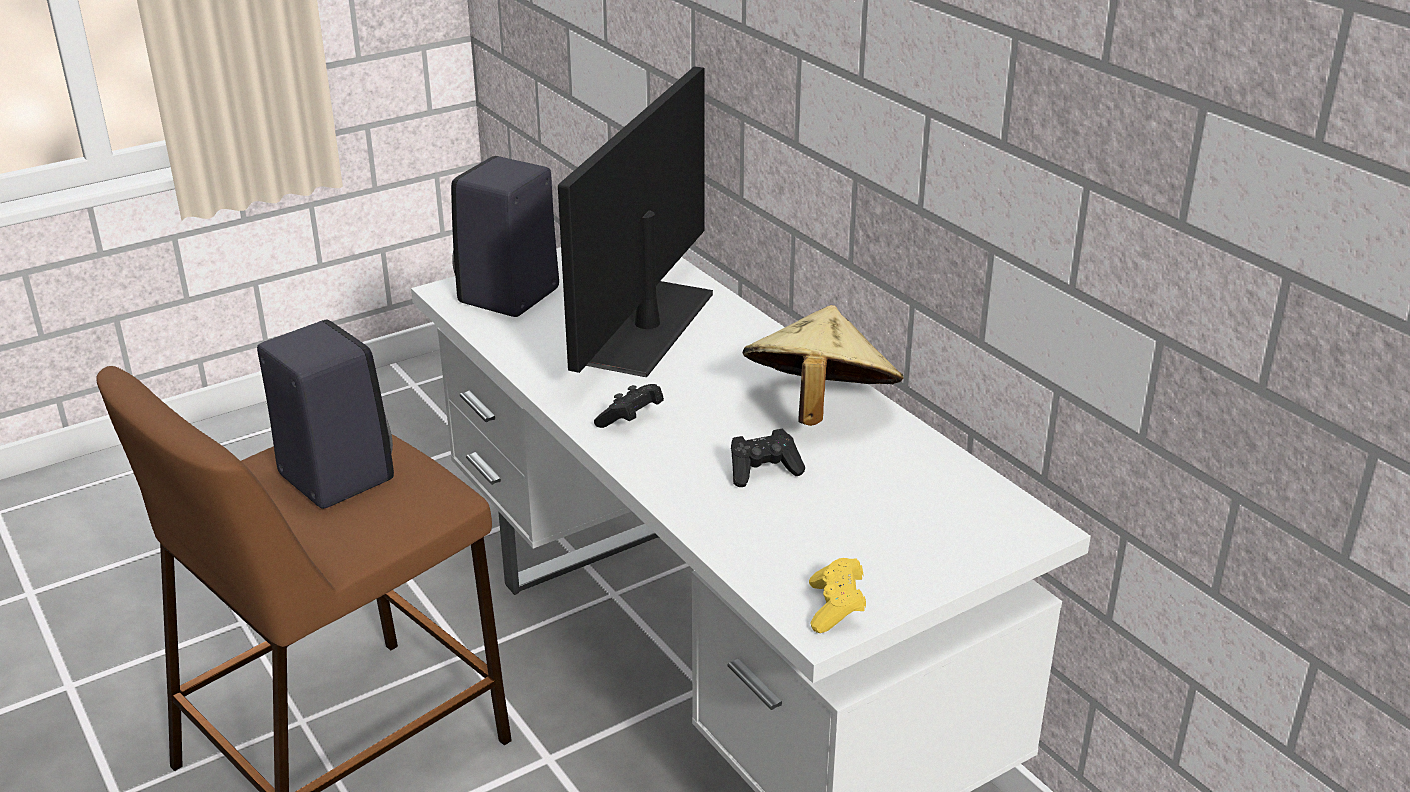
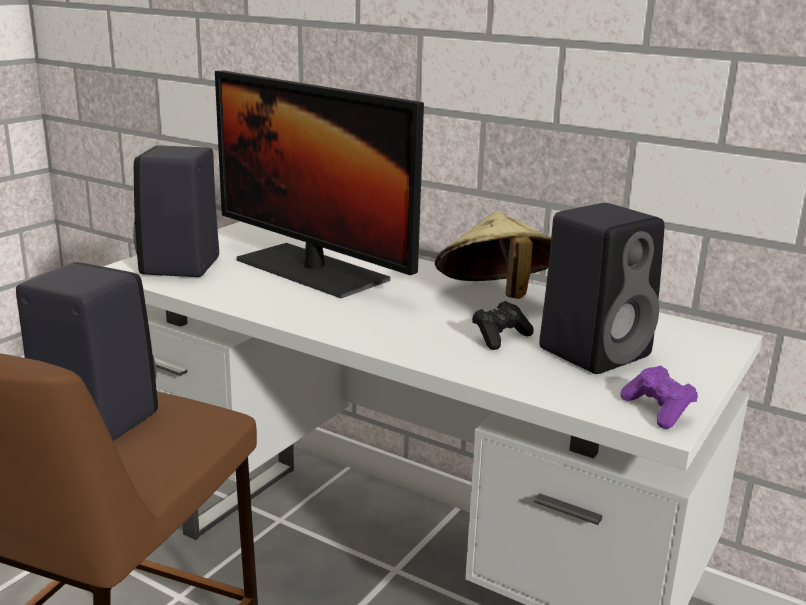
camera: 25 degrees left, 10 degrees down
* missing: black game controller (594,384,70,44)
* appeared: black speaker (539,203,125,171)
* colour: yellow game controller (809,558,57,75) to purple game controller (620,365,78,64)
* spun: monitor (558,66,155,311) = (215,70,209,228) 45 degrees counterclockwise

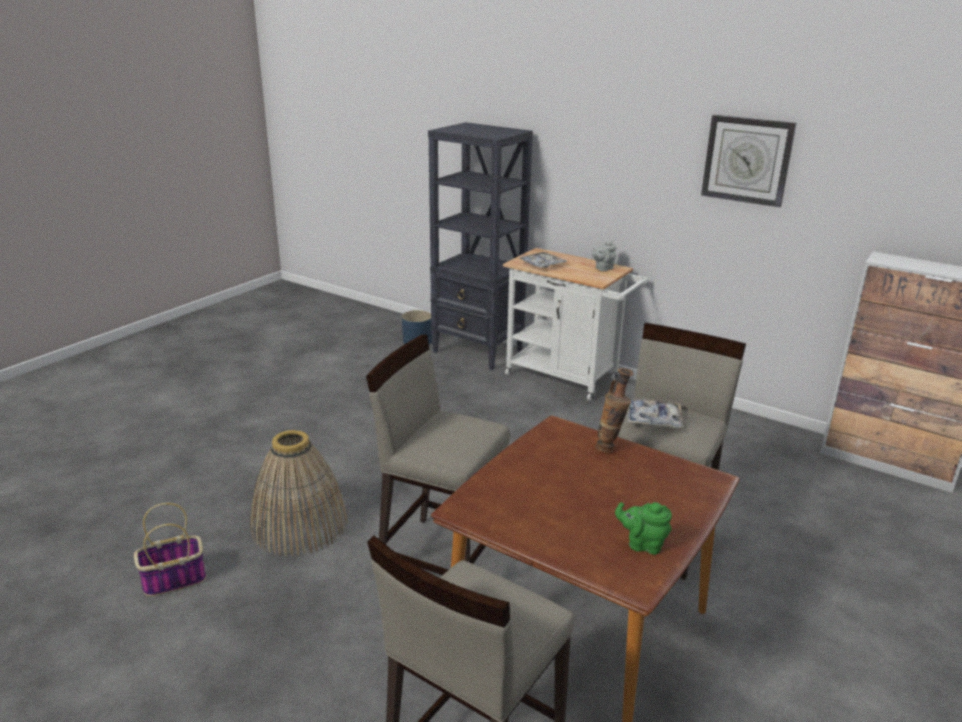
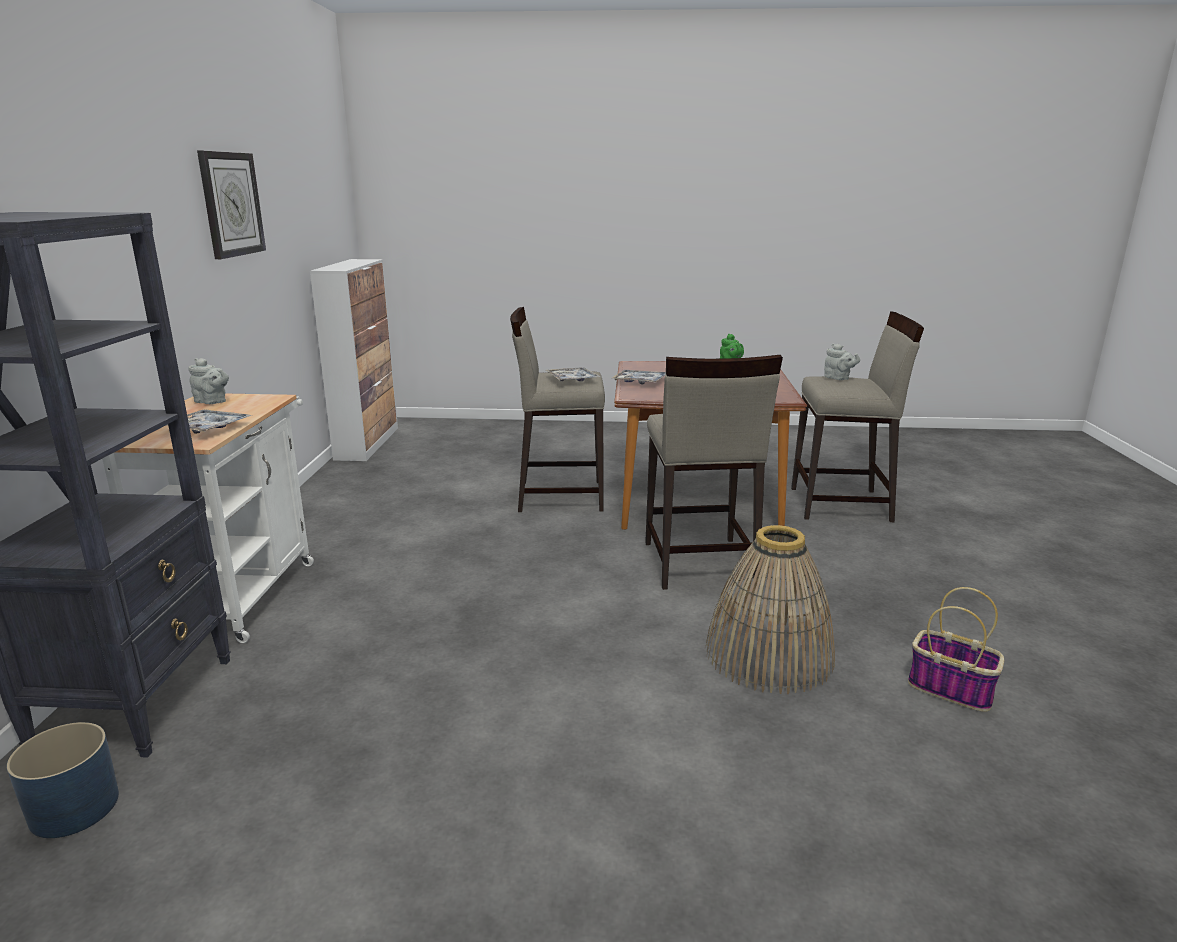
camera: 120 degrees left, 5 degrees down
* appeared: grey teapot (824,343,36,37)
* exchanged: vase (595,368,38,86) to tray (612,370,54,15)

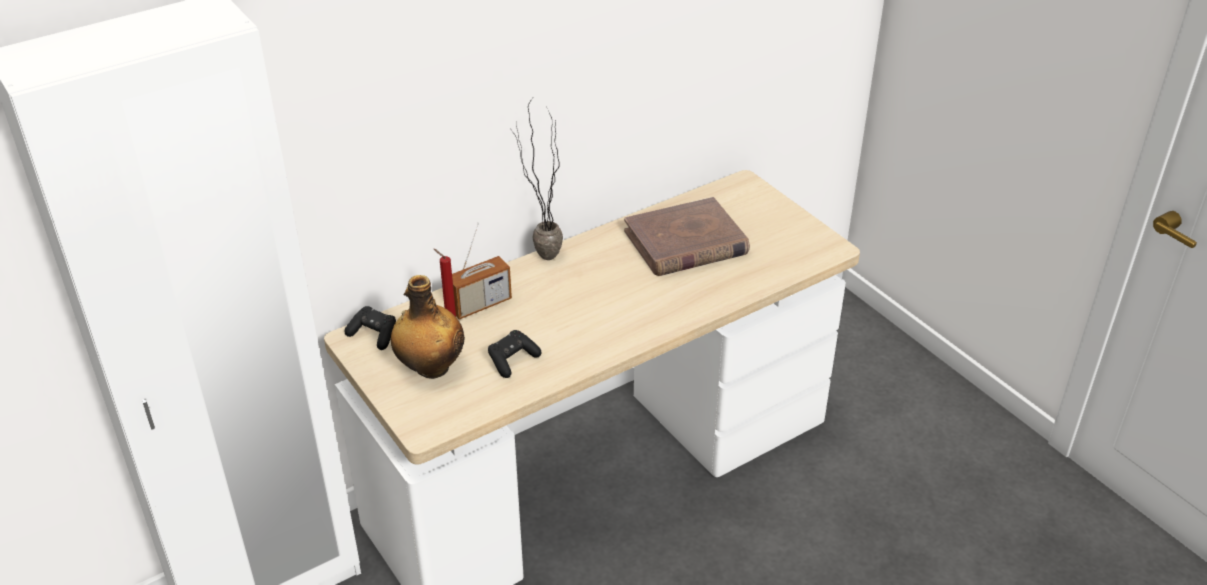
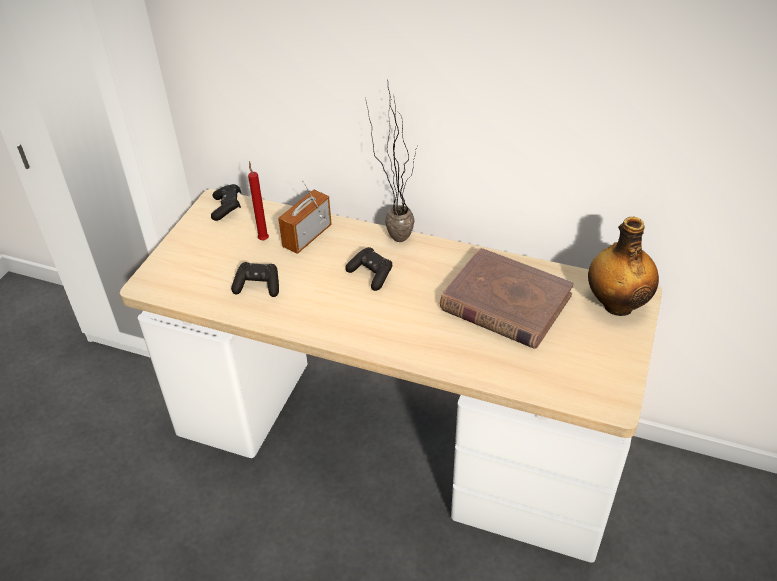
camera: 55 degrees right, 5 degrees up
* appeared: black game controller (345,247,48,44)
* relocated: bottle (391,275,74,104) to (588,217,71,99)
* spun: radio (452,223,60,97) = (278,181,54,73) 105 degrees clockwise

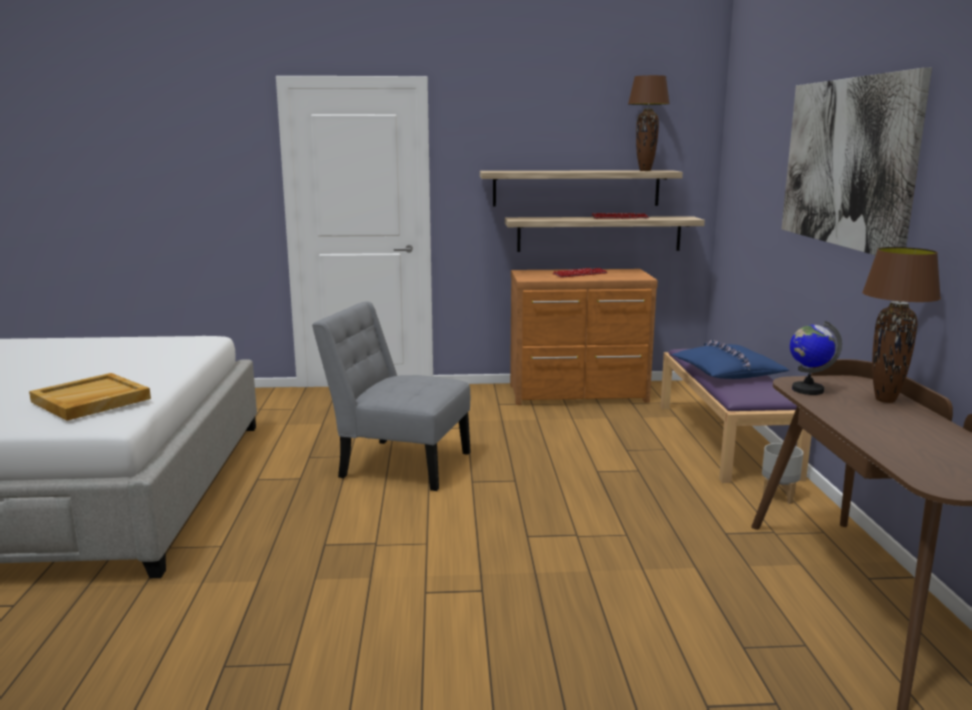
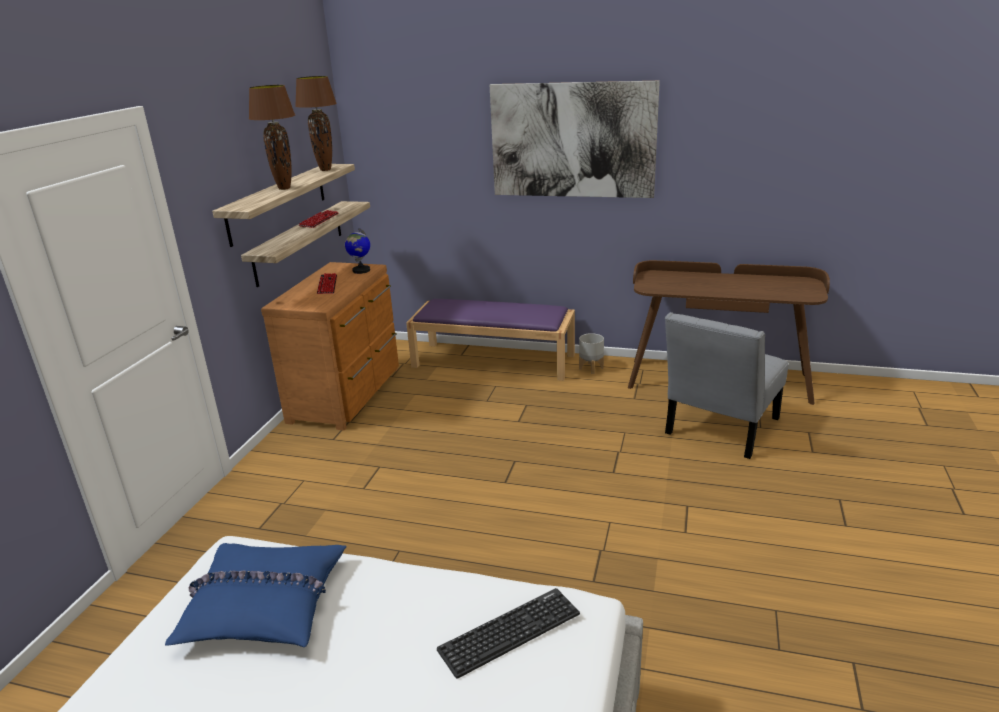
camera: 70 degrees left, 10 degrees up
* relocated: grey chair (312,302,159,189) to (665,312,123,147)
* relocated: blue pillow (672,340,118,39) to (165,543,182,104)
* relocated: globe (790,320,52,75) to (345,228,25,46)
* relocated: brown table lamp (862,247,79,156) to (249,85,46,105)
* exchanged: beige tray (29,373,122,48) to keyboard (437,588,143,91)

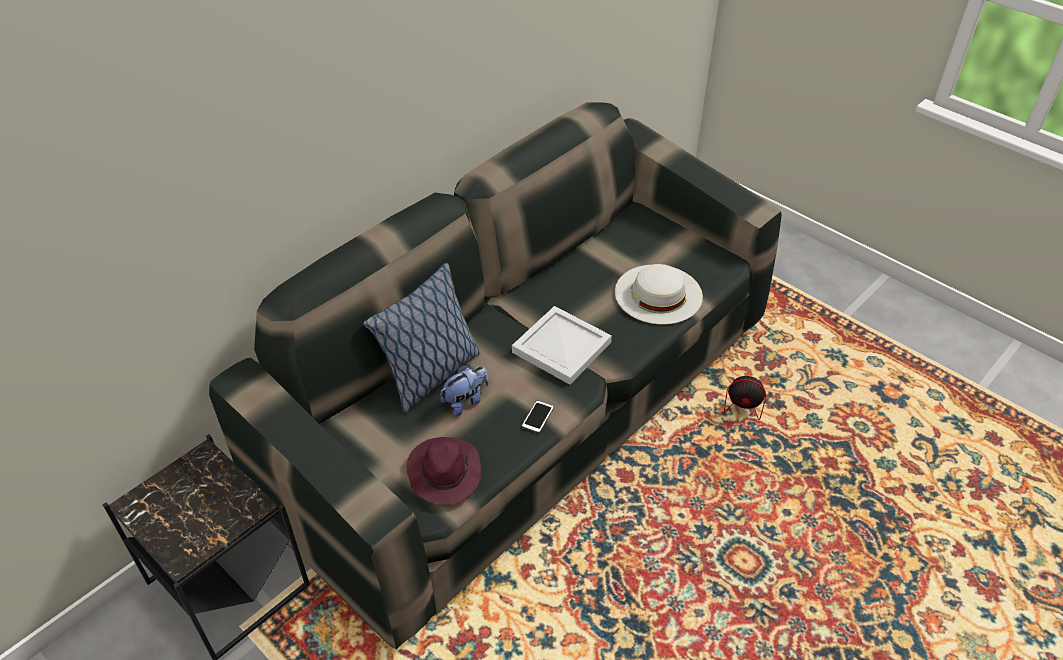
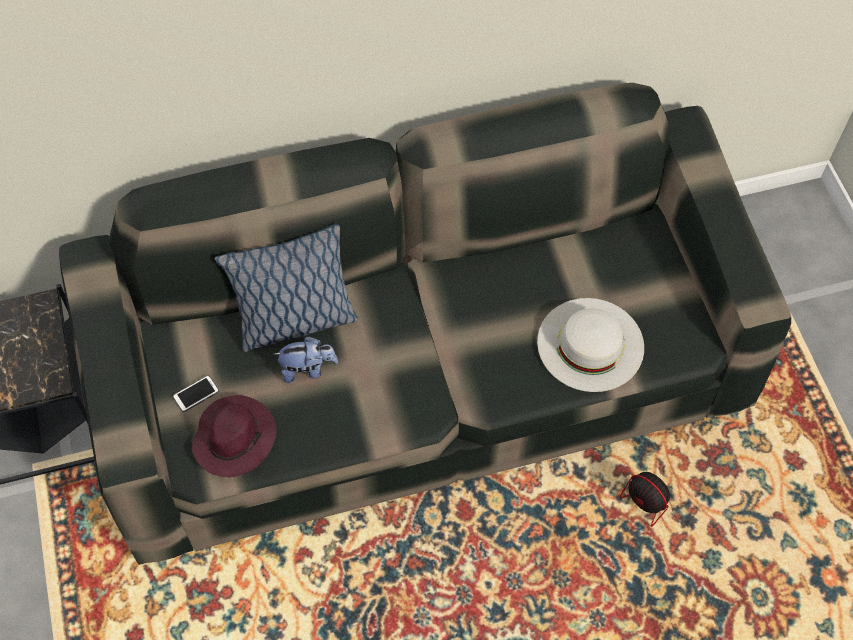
camera: 30 degrees right, 15 degrees up
* missing: white tray (512,306,100,79)
* relocated: phone (522,400,32,33) to (173,375,46,37)

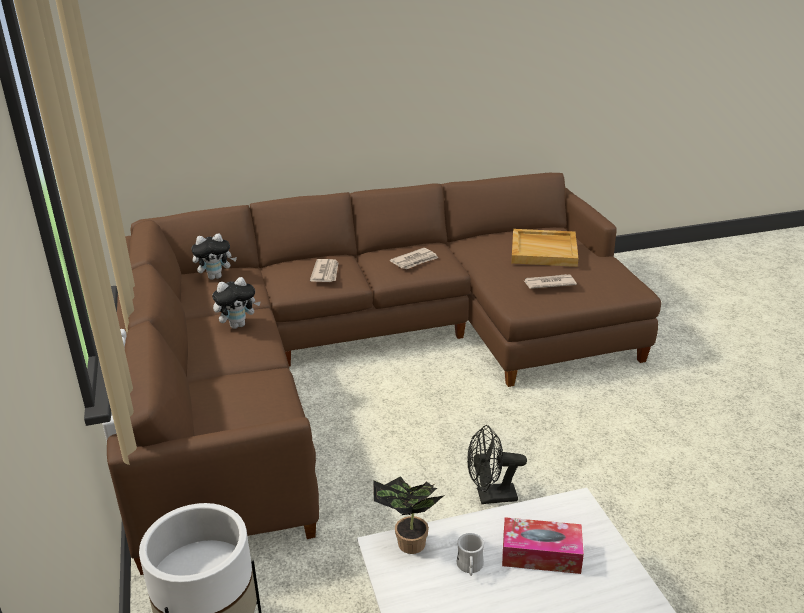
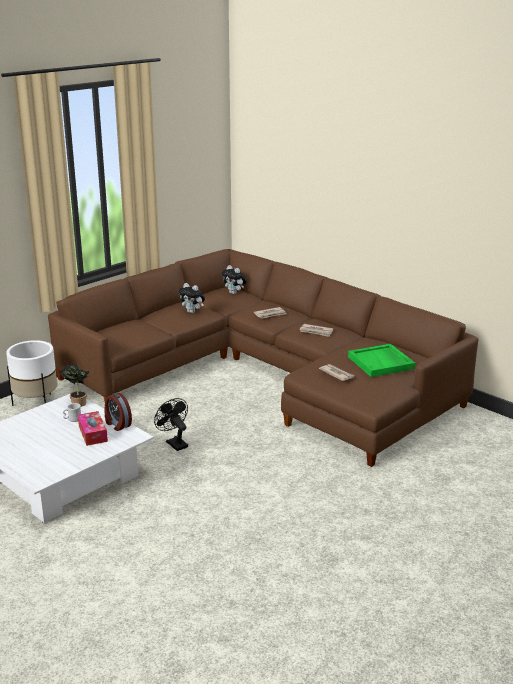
camera: 60 degrees right, 5 degrees down
* appeared: alarm clock (104,393,28,38)
* colour: beige tray (511,229,67,38) to green tray (348,344,67,33)

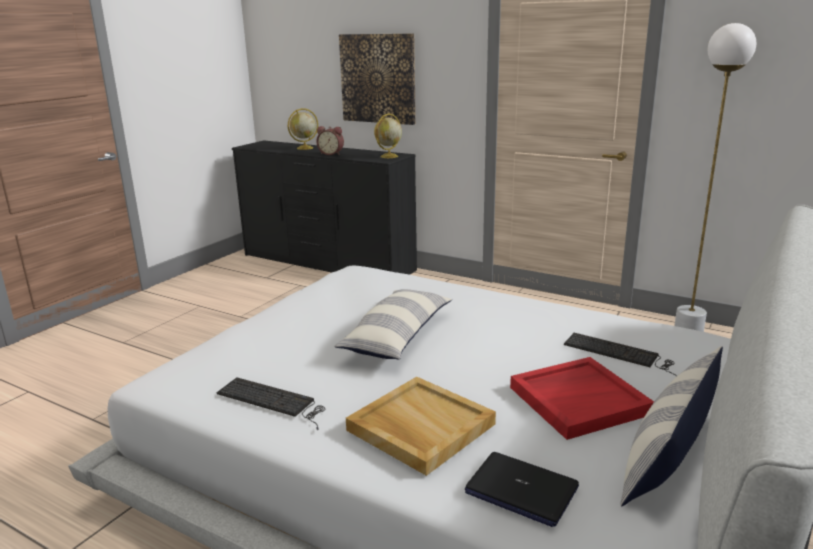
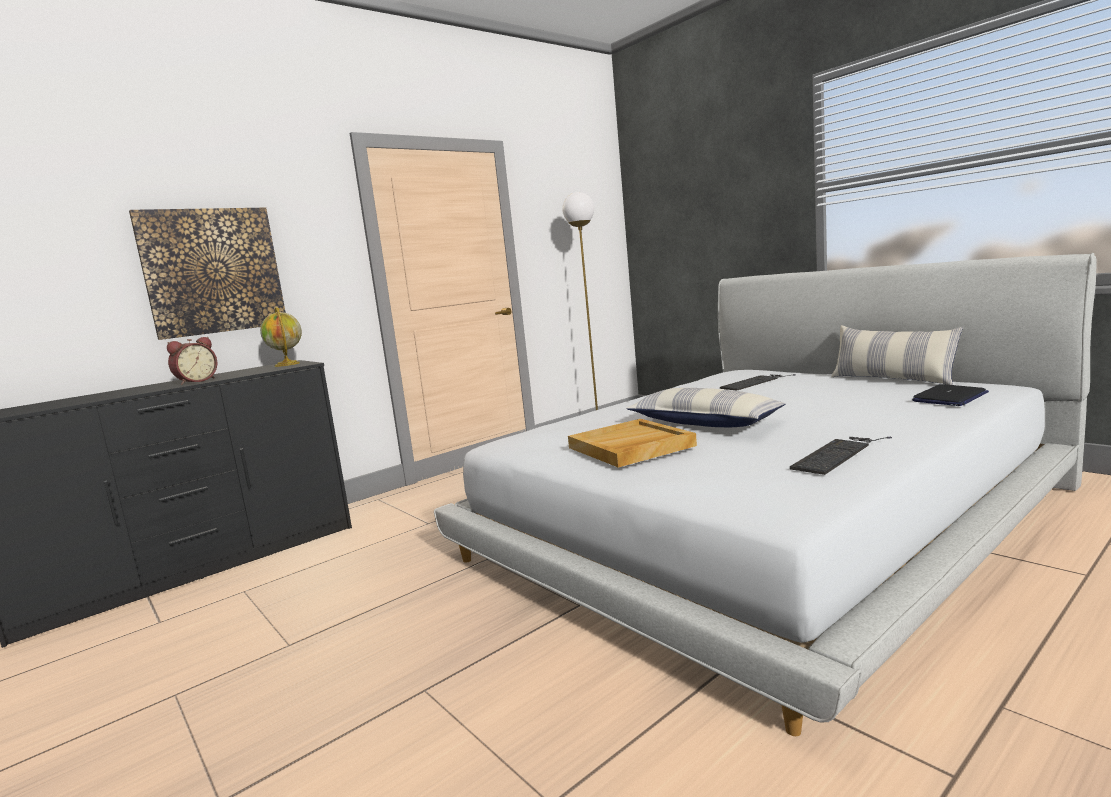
camera: 70 degrees left, 10 degrees down
* missing: globe (288,108,30,42)
* missing: red tray (510,357,144,83)
* relocated: beige tray (346,377,150,99) to (568,419,129,49)

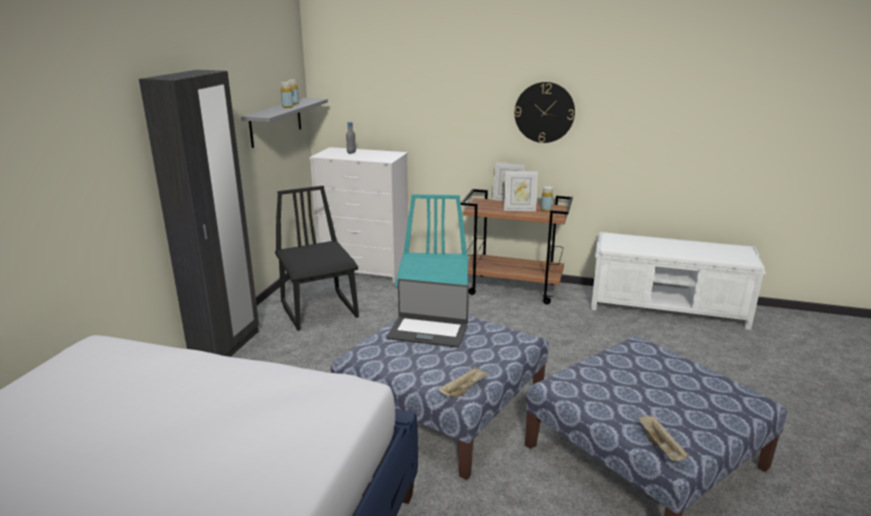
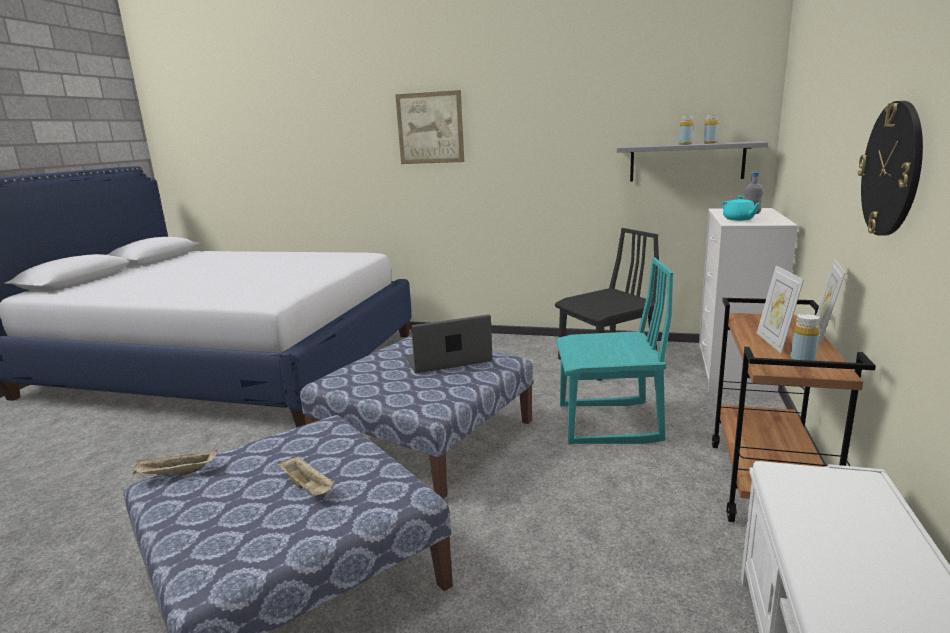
camera: 90 degrees right, 5 degrees down
* missing: black wardrobe (139,70,120,287)
* appeared: picture (395,90,69,74)
* appeared: turquoise teapot (722,196,39,25)
* relocated: beige tray (438,367,51,30) to (278,456,57,40)
* spun: laptop (387,279,82,69) = (406,314,87,60) 60 degrees clockwise

